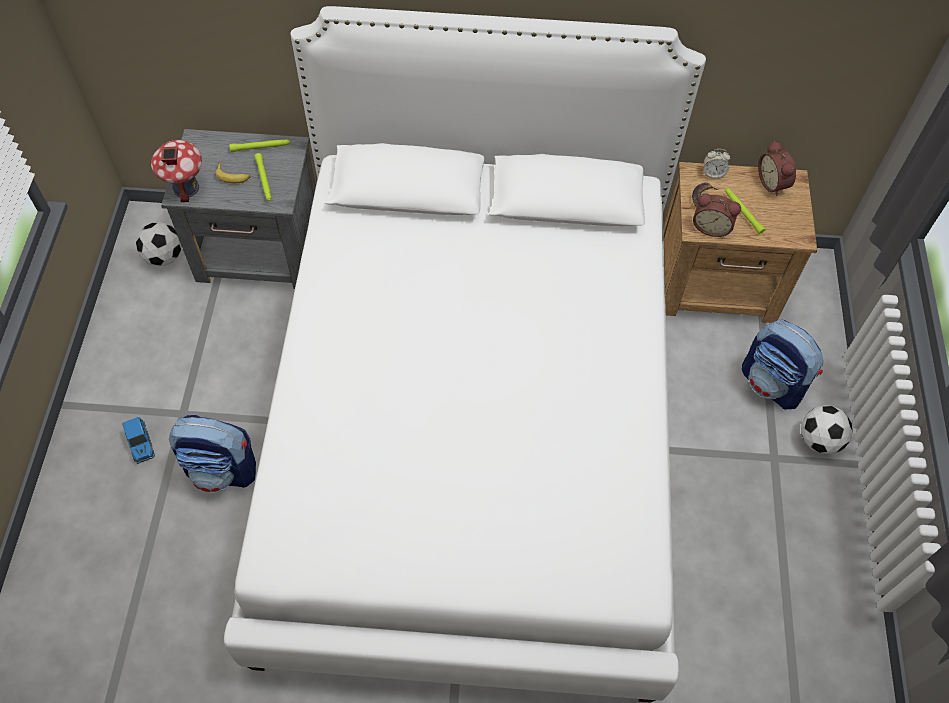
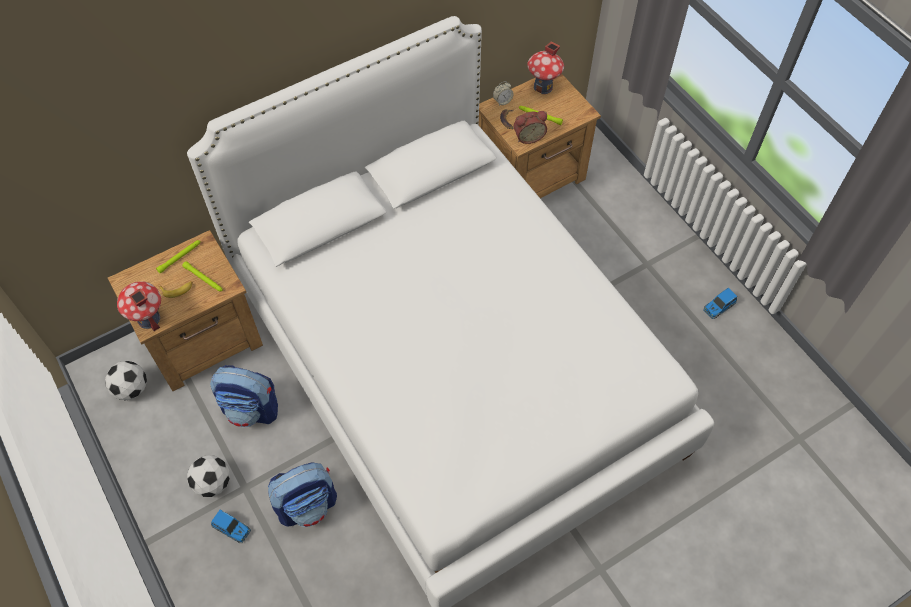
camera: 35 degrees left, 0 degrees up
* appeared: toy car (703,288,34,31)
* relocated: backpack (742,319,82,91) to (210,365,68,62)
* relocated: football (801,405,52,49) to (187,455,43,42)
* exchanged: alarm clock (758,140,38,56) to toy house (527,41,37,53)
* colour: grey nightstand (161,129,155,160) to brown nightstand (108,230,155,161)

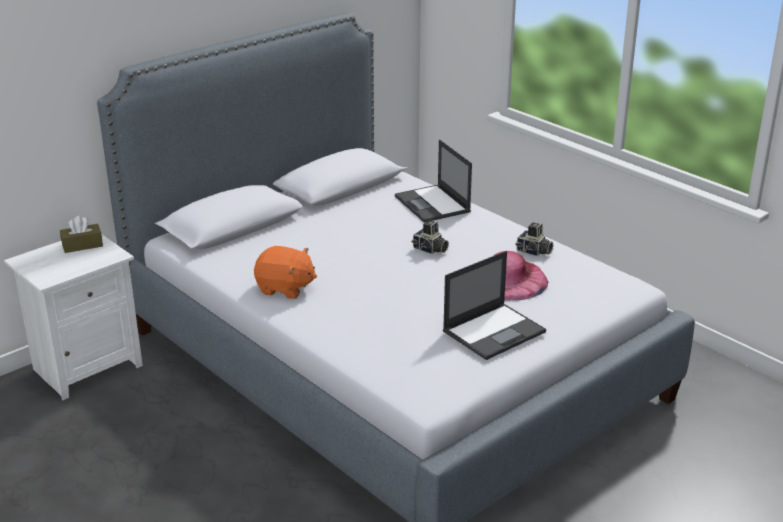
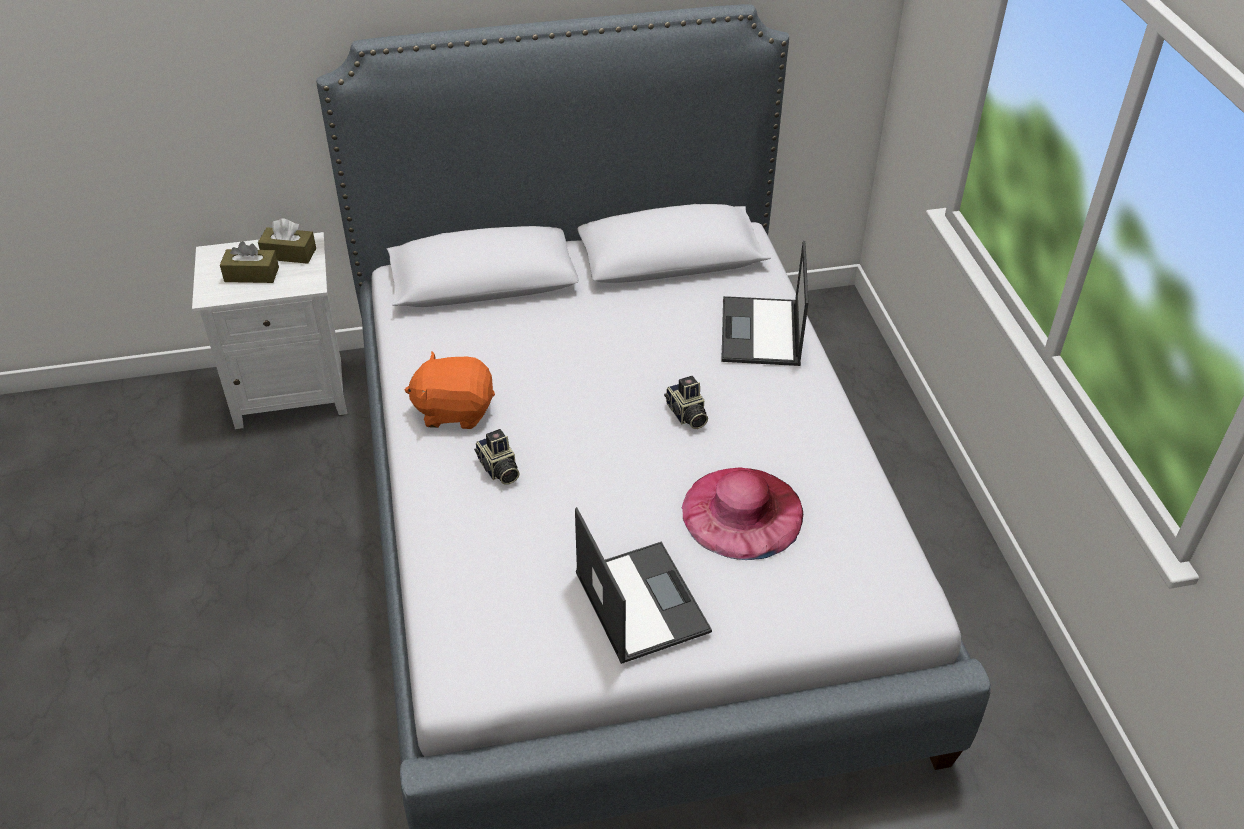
camera: 30 degrees right, 15 degrees up
* appeared: brown tissue box (220,241,59,42)
* relocated: photo camera (515,222,38,34) to (474,429,46,55)
* spun: orange plush toy (254,246,63,53) = (405,352,90,77) 135 degrees clockwise
* spun: laptop (443,251,103,109) = (575,507,137,157) 105 degrees counterclockwise

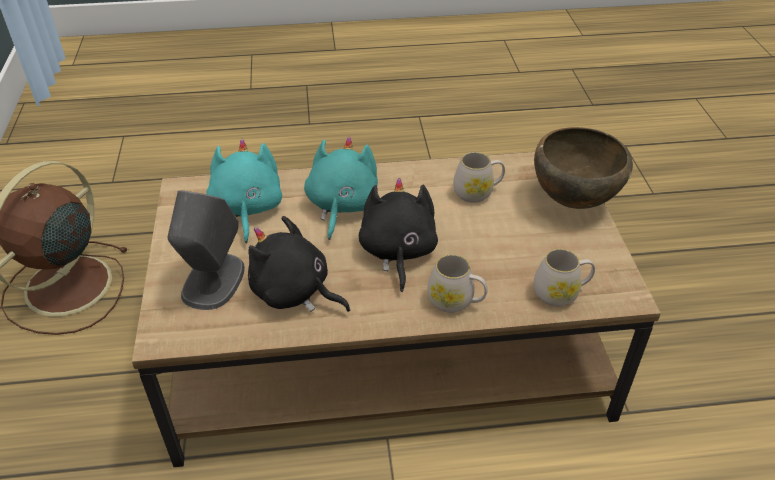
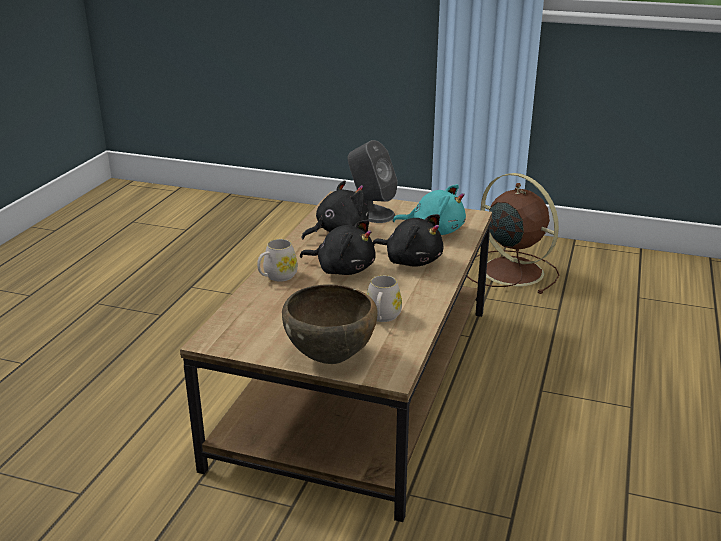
camera: 115 degrees right, 15 degrees down
* missing: white mug (533,249,62,58)
* colour: turquoise plush toy (304,137,74,103) to black plush toy (373,214,70,53)

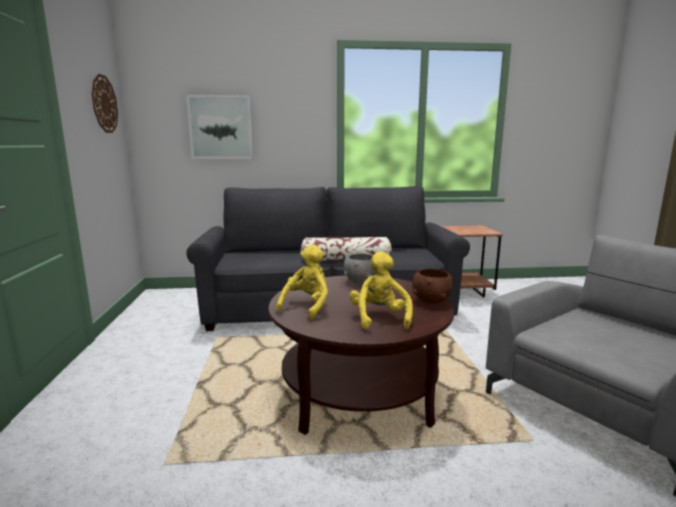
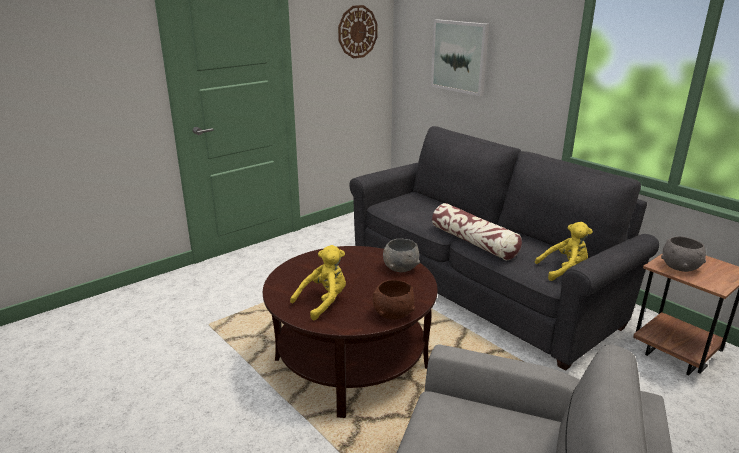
camera: 55 degrees right, 10 degrees up
* appeared: grey bowl (661,236,45,36)
* relocated: yellow plush toy (276,244,52,76) to (535,222,58,59)

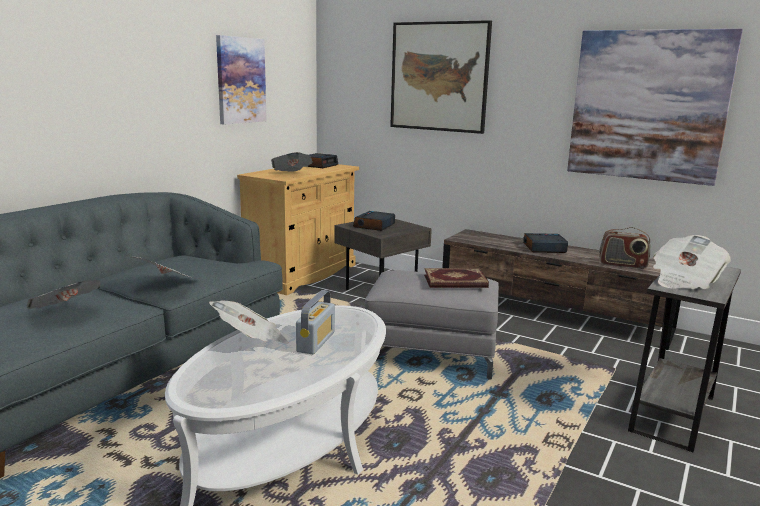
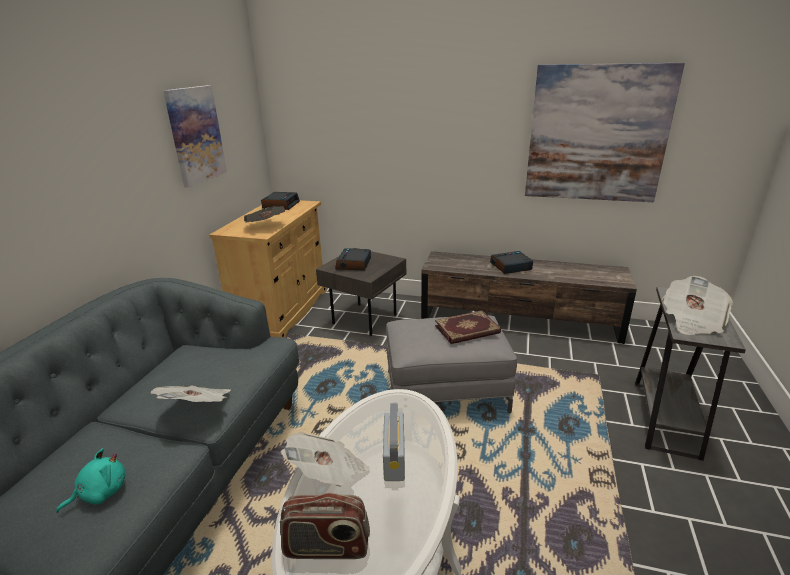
camera: 15 degrees left, 10 degrees up
* missing: picture (390,20,102,114)
* relocated: radio (599,227,51,42) to (280,493,90,66)
* exchanged: newspaper (26,280,75,29) to turquoise plush toy (56,448,70,65)

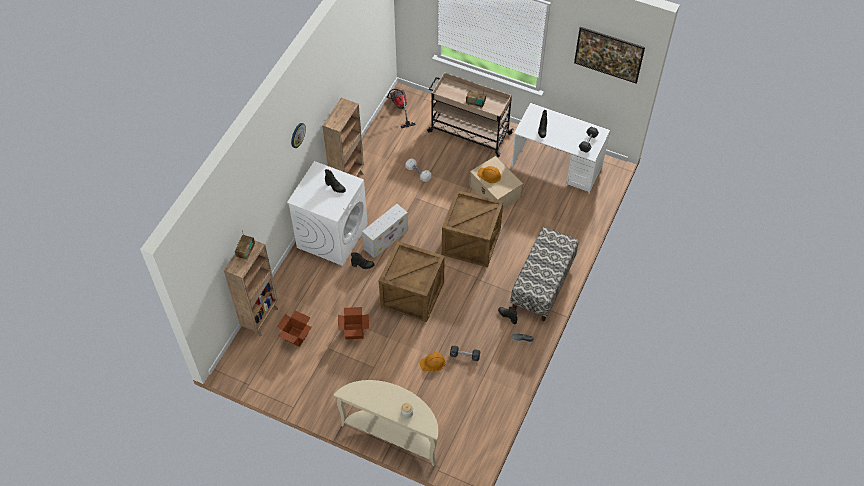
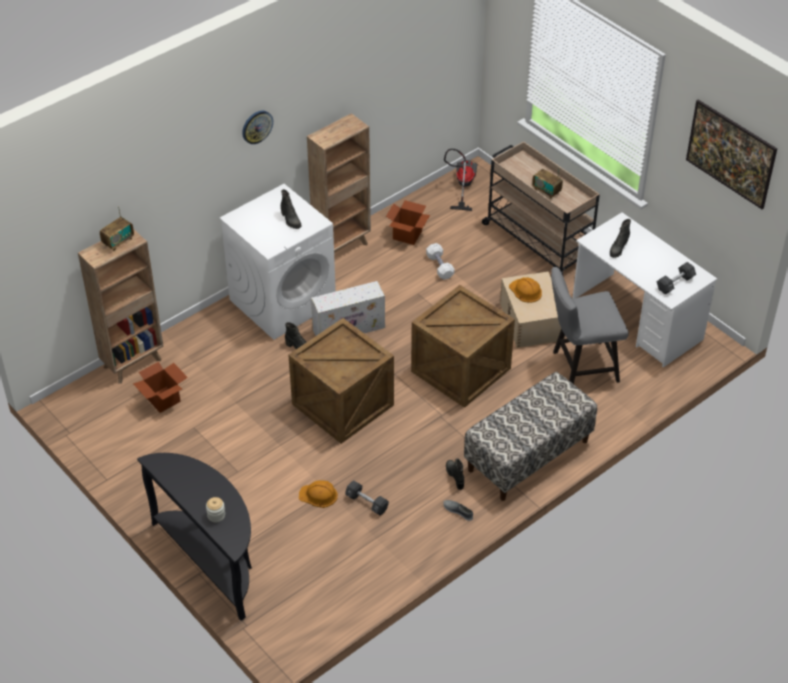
camera: 25 degrees right, 10 degrees down
* appeared: grey chair (551,267,78,117)
* relocated: cardboard box (338,307,31,33) to (386,200,44,45)
* colour: beige console table (334,380,104,86) to black console table (137,453,115,168)

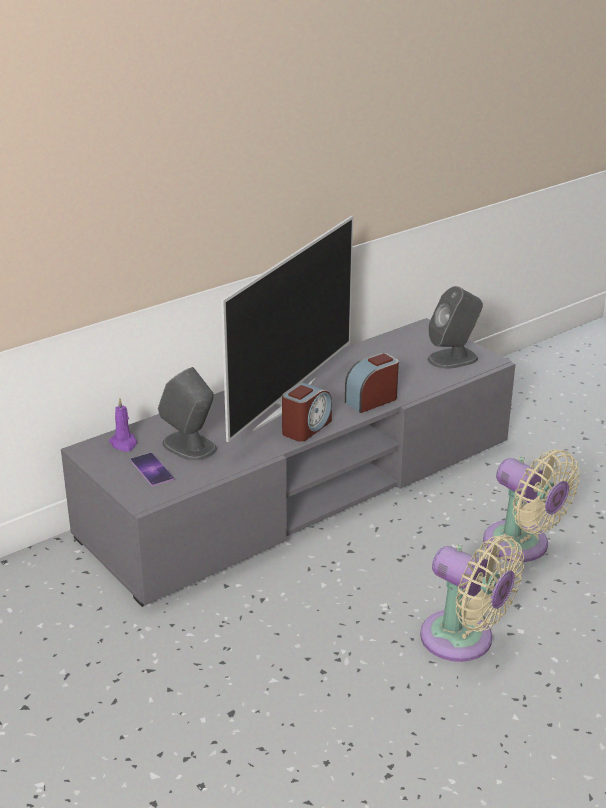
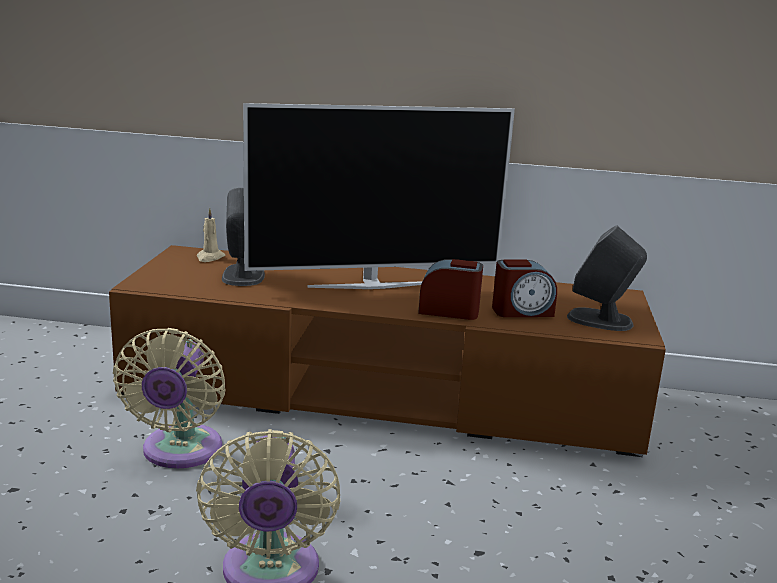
camera: 45 degrees right, 10 degrees down
* missing: phone (130,453,44,33)
* relocated: alarm clock (282,383,50,59) to (492,260,65,57)
* relocated: beige fan (483,449,97,113) to (113,328,113,141)
* colour: grey tv stand (61,318,454,289) to brown tv stand (109,245,557,212)
* colour: purple candle (109,398,28,54) to beige candle (197,208,28,54)

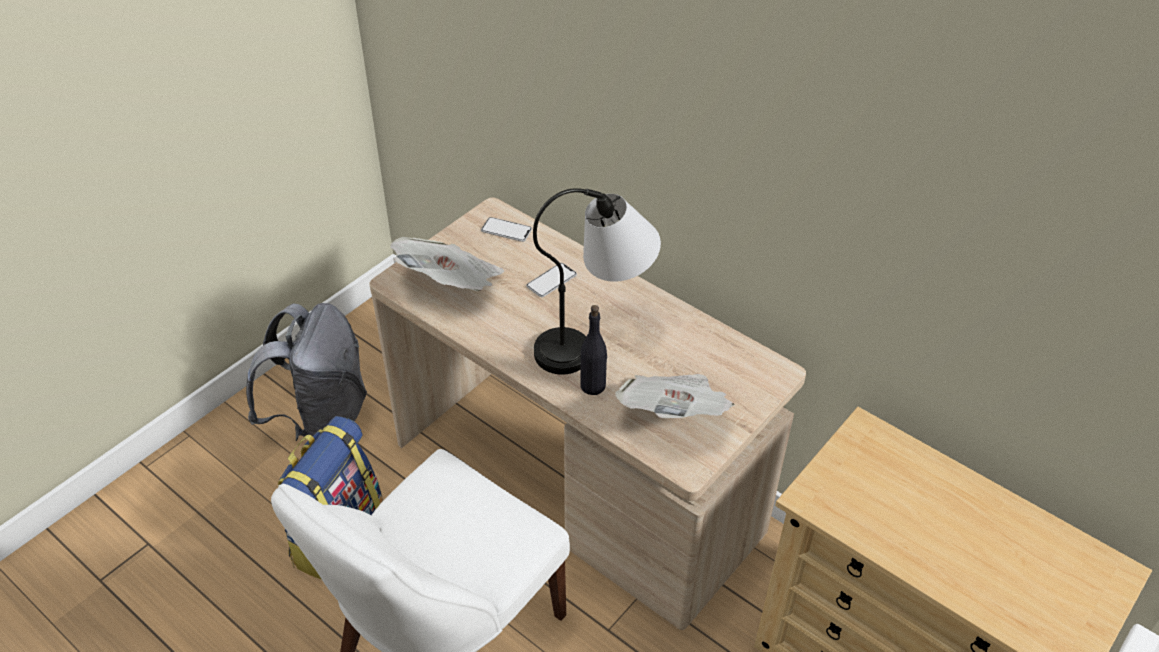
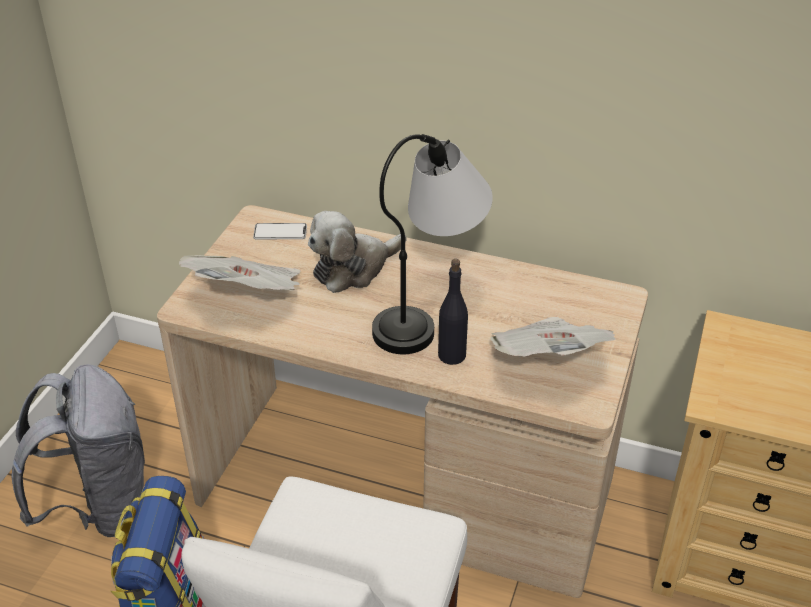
camera: 20 degrees left, 5 degrees down
* exchanged: phone (526,263,51,34) to plush toy (308,211,98,82)

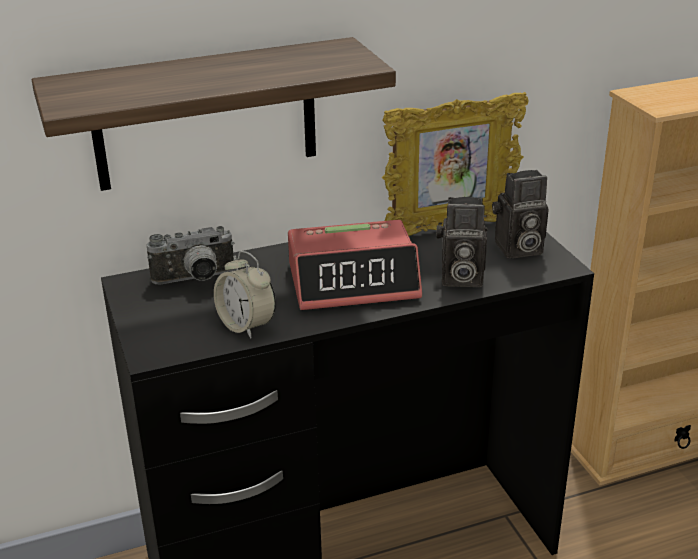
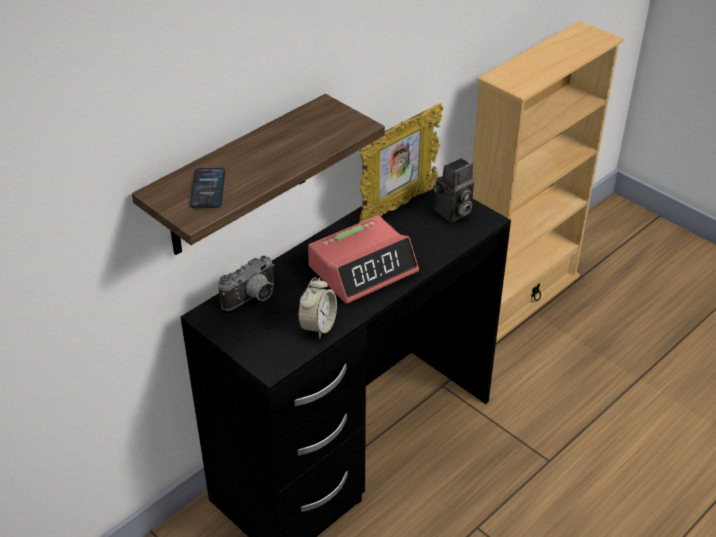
camera: 25 degrees left, 10 degrees up
* missing: photo camera (436,197,52,90)
* appeared: phone (190,168,35,40)
* spun: alarm clock (214,251,62,87) = (298,277,39,62) 90 degrees counterclockwise

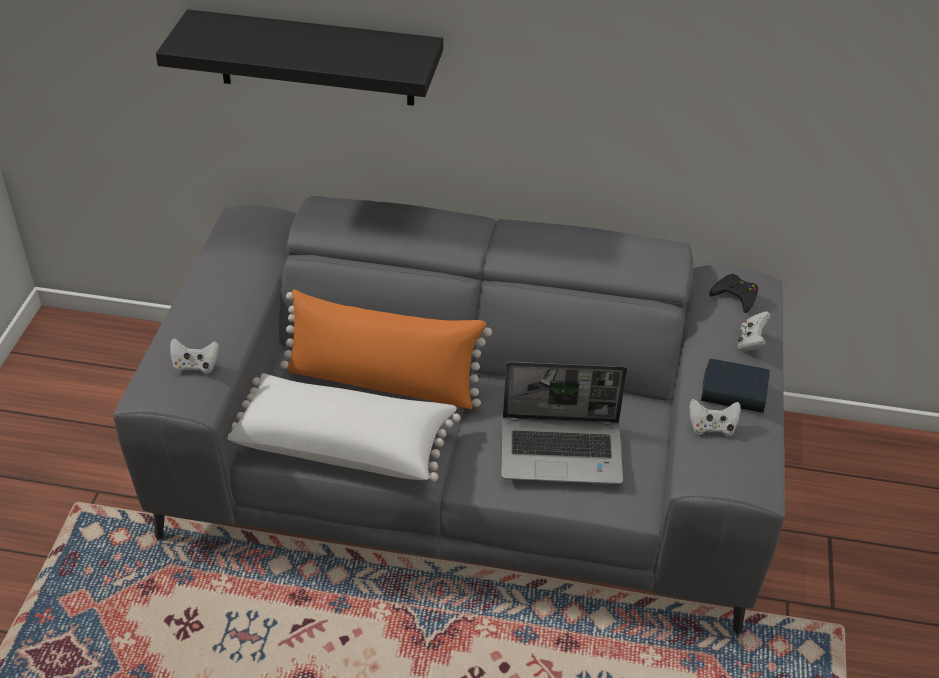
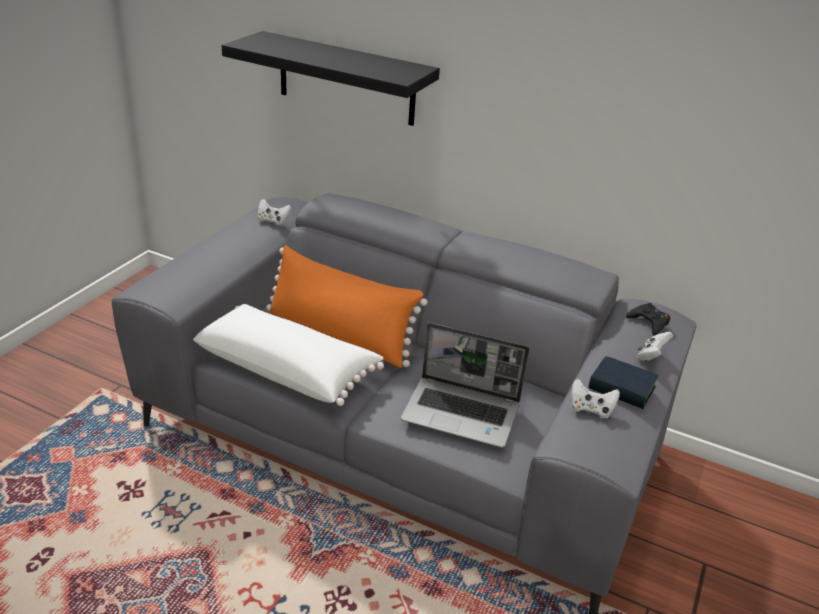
camera: 15 degrees right, 10 degrees down
* relocated: white game controller (170,338,49,36) to (258,199,34,27)

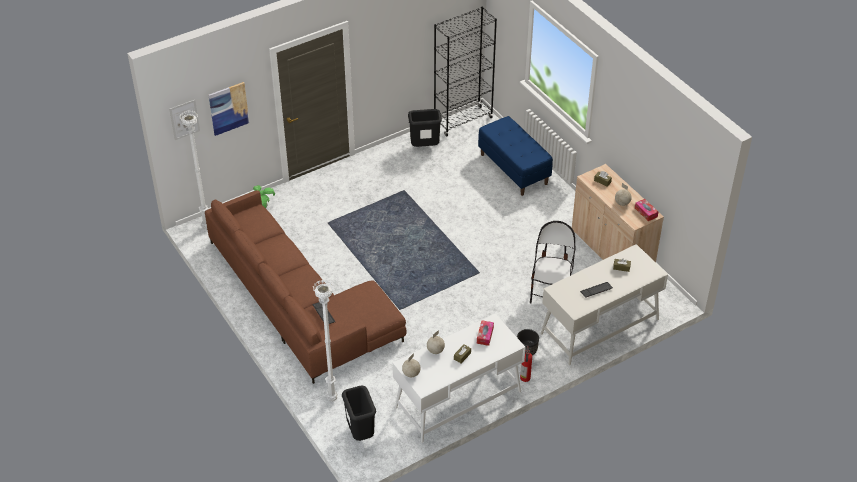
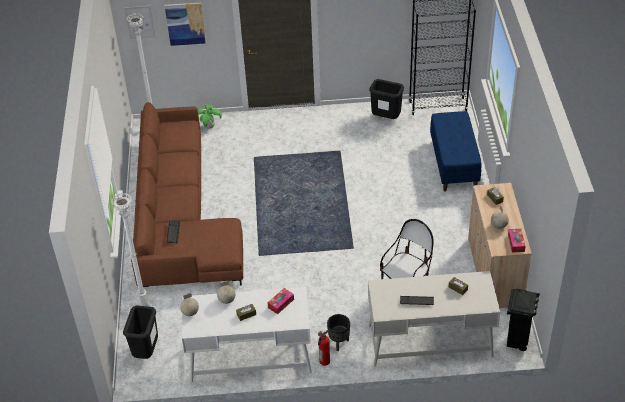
camera: 30 degrees right, 0 degrees up
* appeared: black trash can (507,289,33,62)

